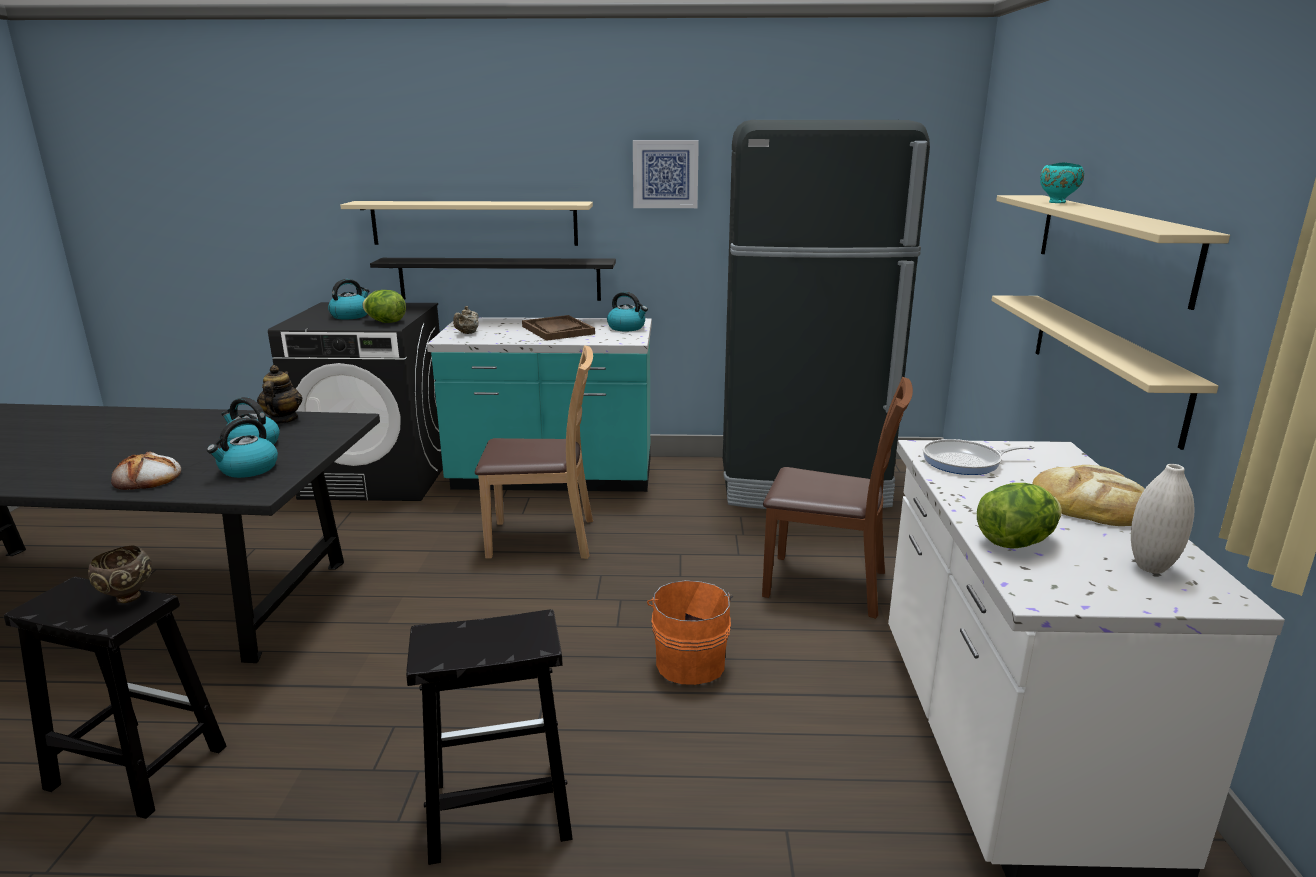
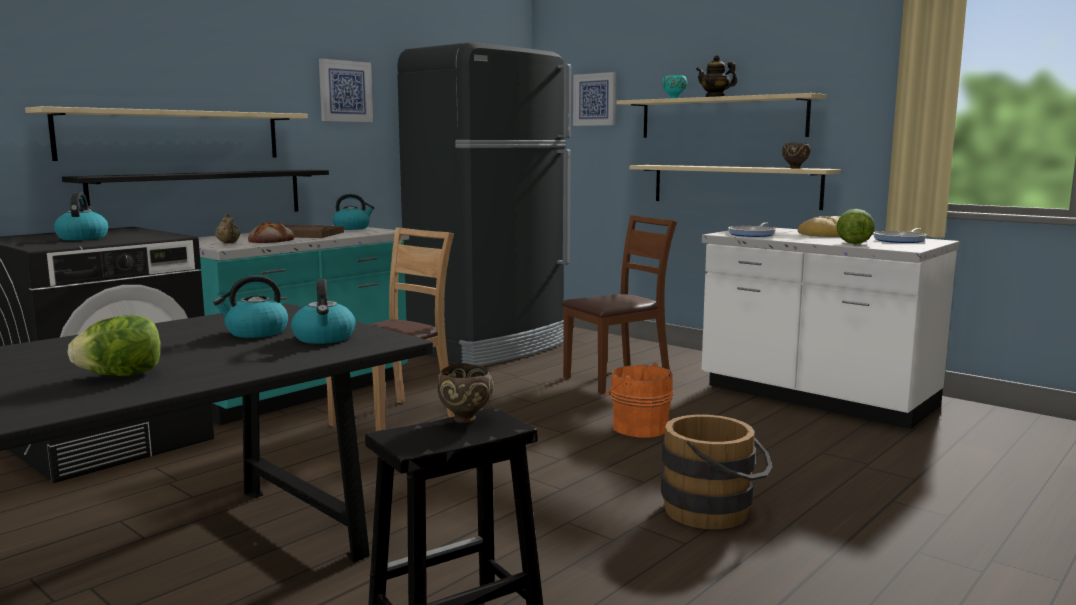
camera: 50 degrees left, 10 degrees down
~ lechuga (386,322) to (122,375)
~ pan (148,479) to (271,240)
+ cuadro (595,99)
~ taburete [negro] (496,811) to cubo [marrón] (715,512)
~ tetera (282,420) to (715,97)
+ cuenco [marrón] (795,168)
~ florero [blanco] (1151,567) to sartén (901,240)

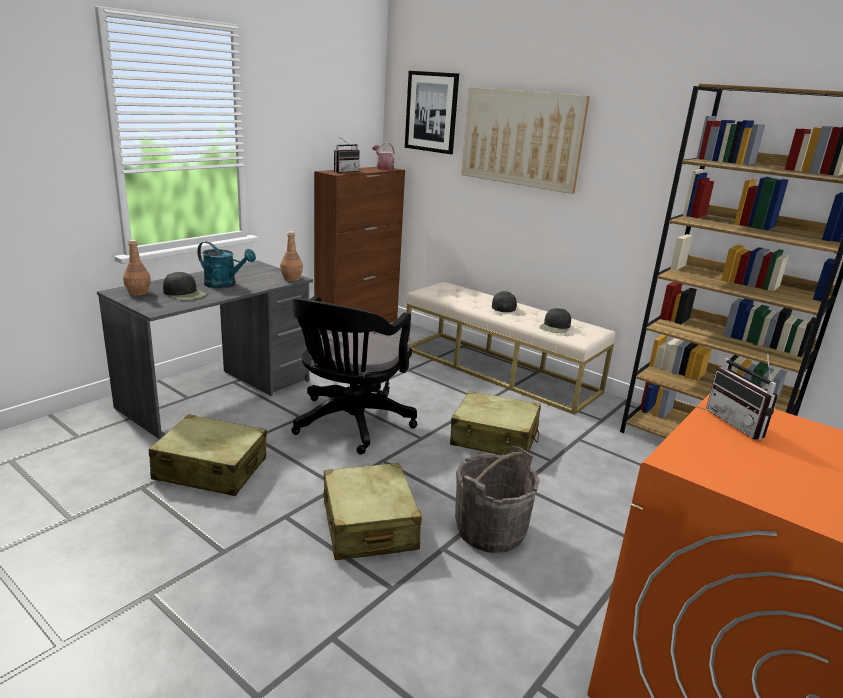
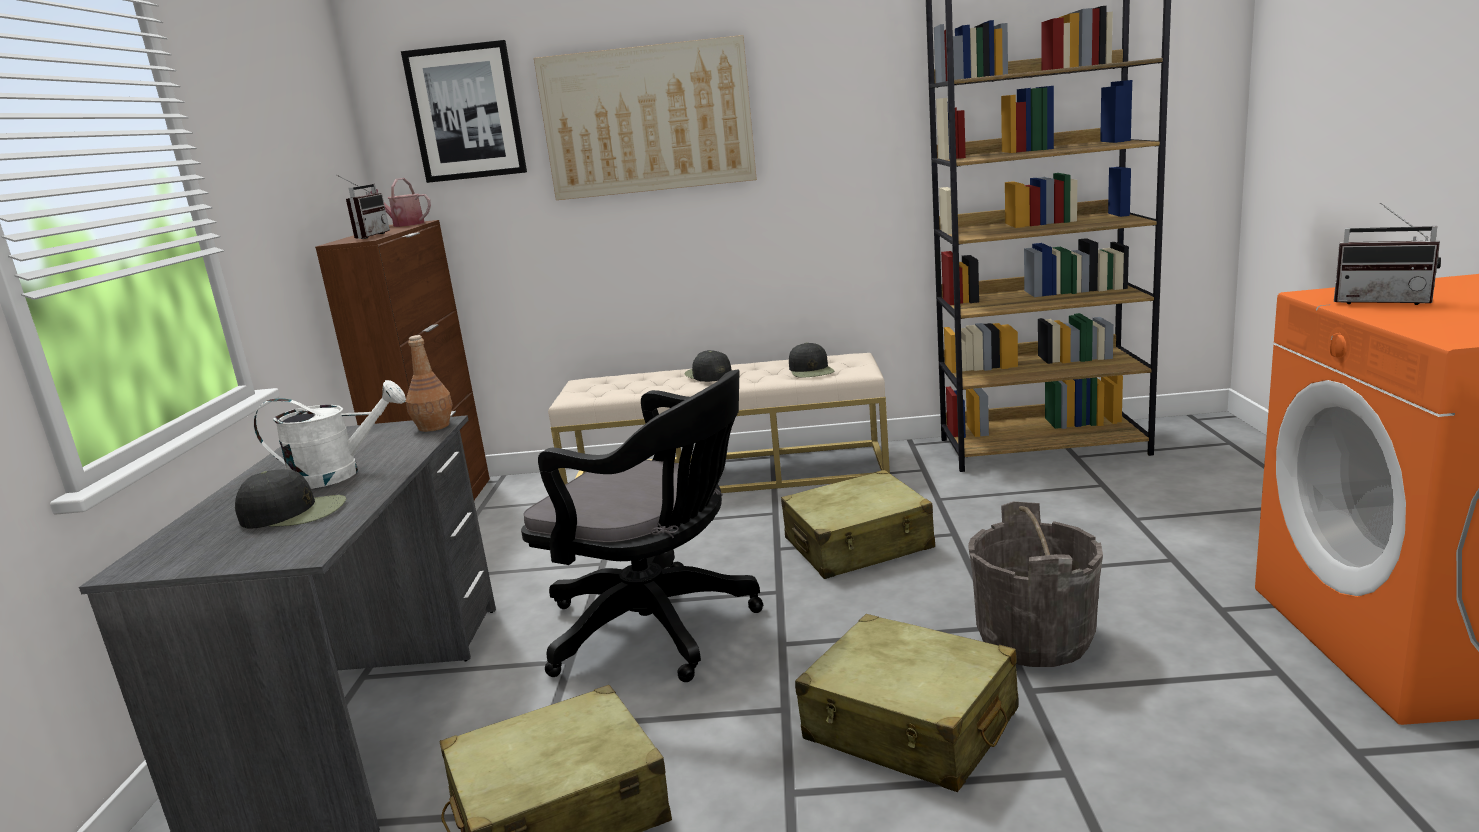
camera: 35 degrees left, 5 degrees down
~ regadera [turquesa] (225,285) to regadera [blanco] (338,474)
~ silla de oficina [negro] (350,425) = (660,629) 45 degrees counterclockwise
- botella [marrón] (138,292)

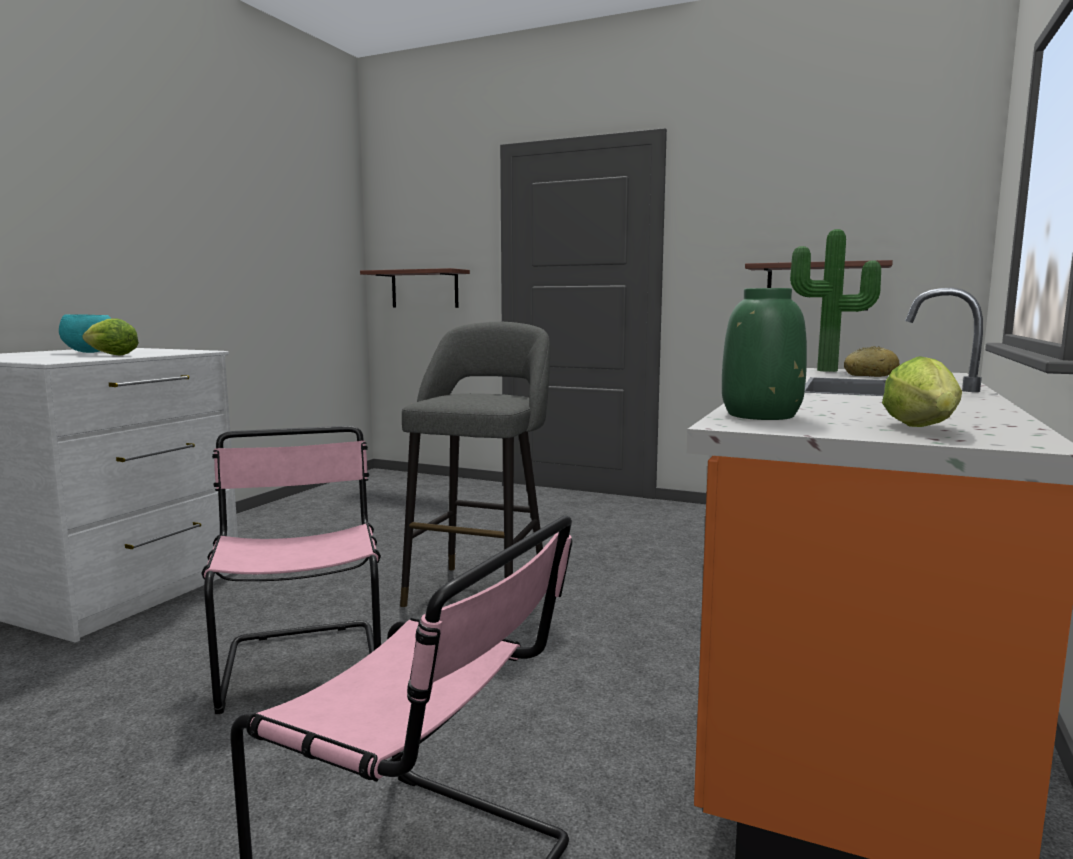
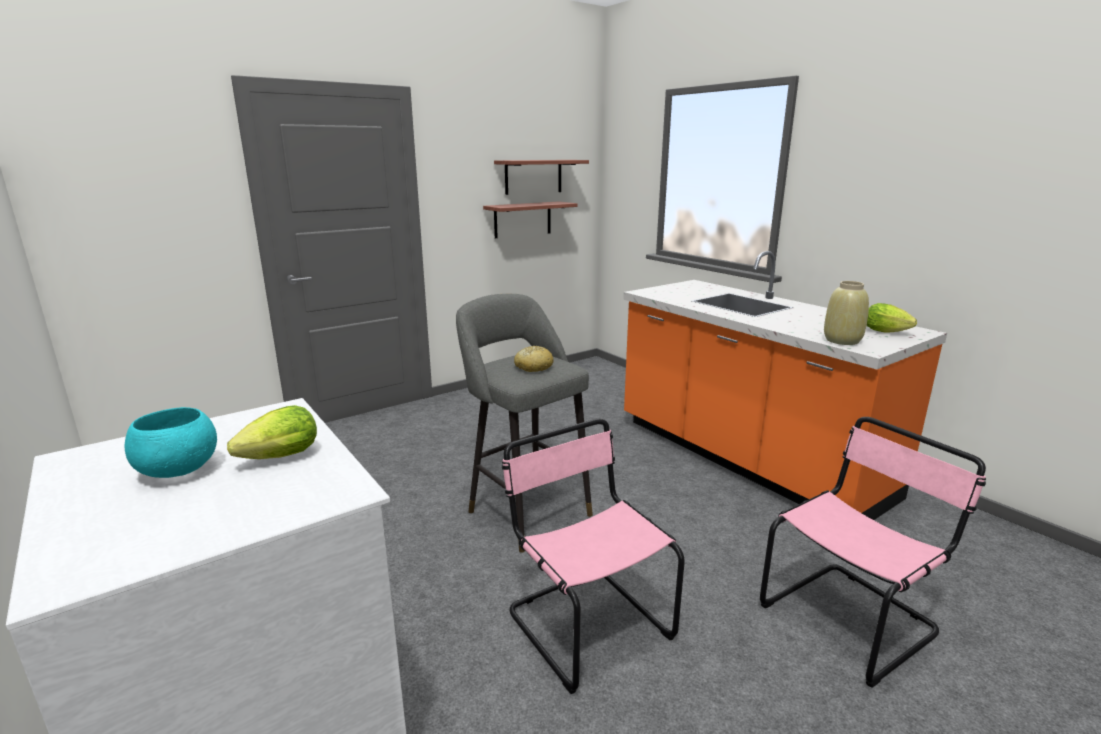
camera: 60 degrees left, 10 degrees up
~ estante (424,289) to (533,176)
~ silla [rosa] (302,662) = (585,621) 45 degrees clockwise
~ pan (869,375) to (533,367)
~ florero [verde] (759,415) to florero [beis] (841,341)
- planta en maceta (829,371)

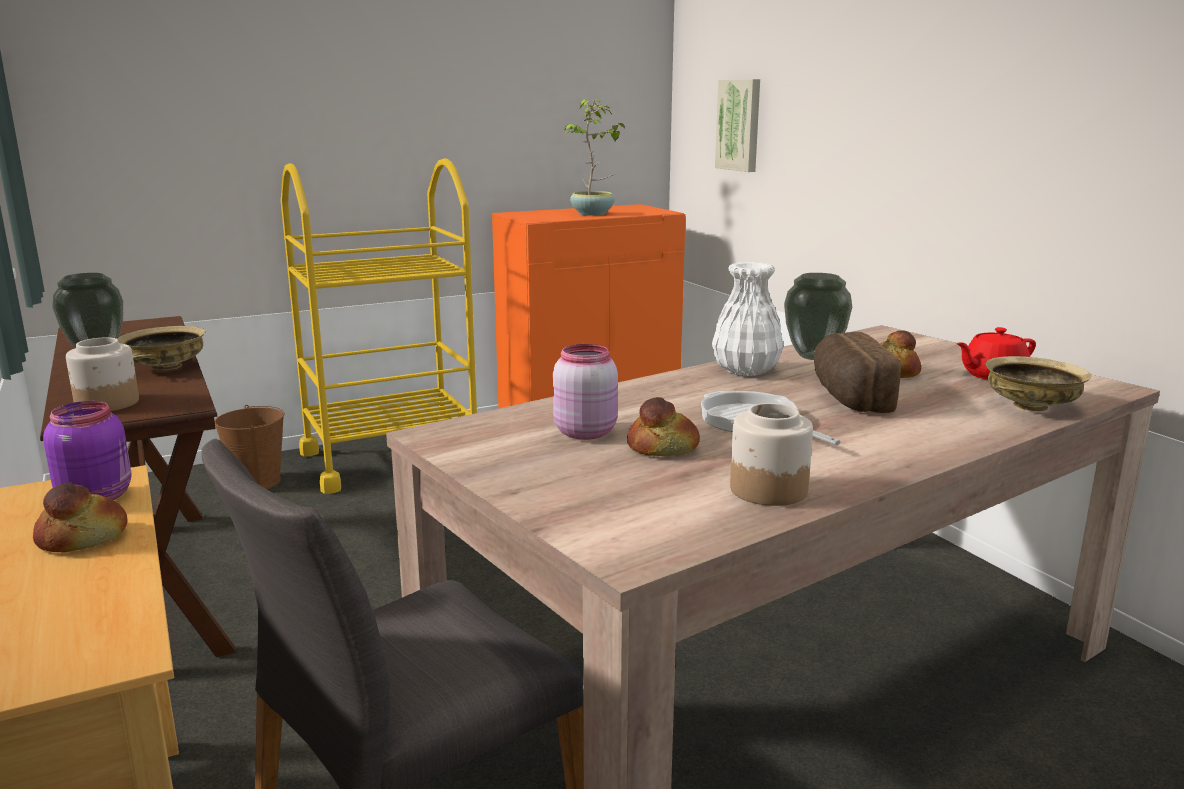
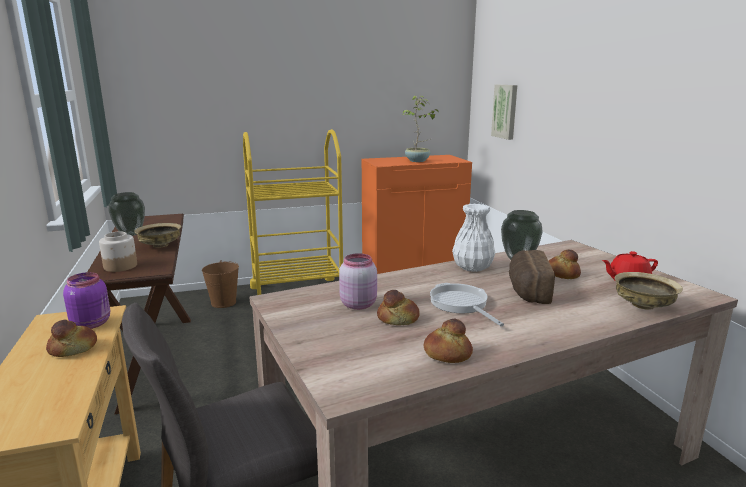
camera: 10 degrees right, 0 degrees up
~ tarro (767,490) to pan (447,354)

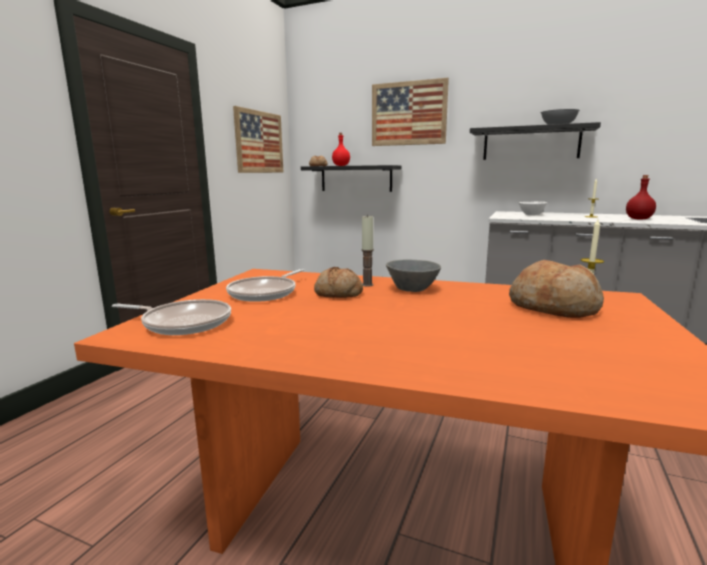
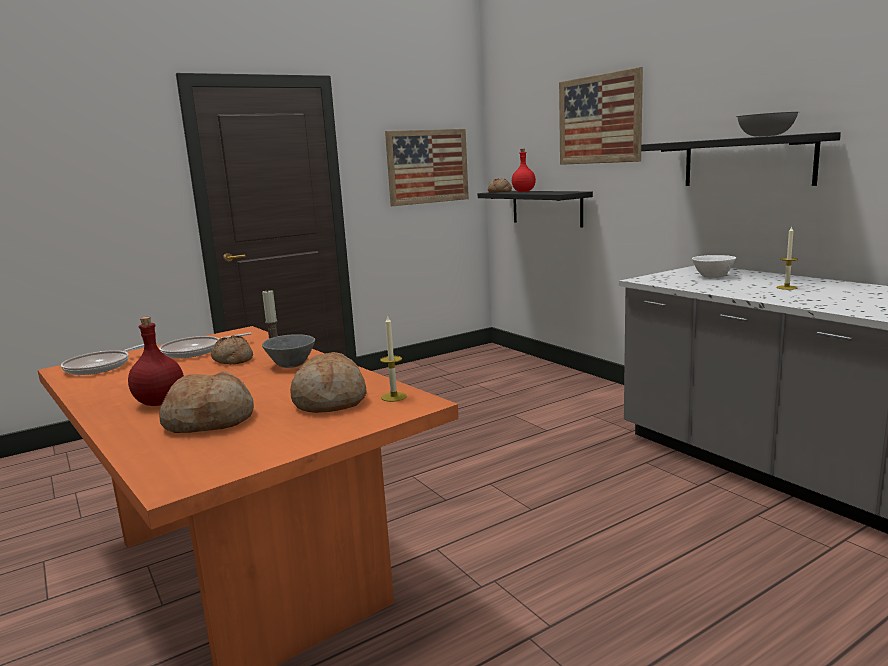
camera: 35 degrees right, 0 degrees up
~ sartén (183,323) = (101,366) 75 degrees clockwise
~ botella [rojo] (638,219) to (160,402)
+ pan (210,420)

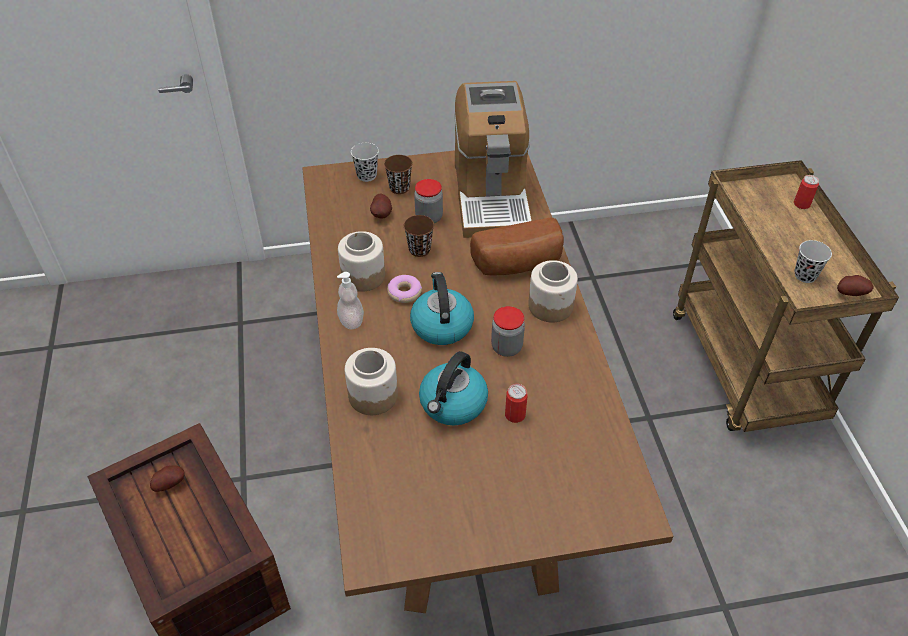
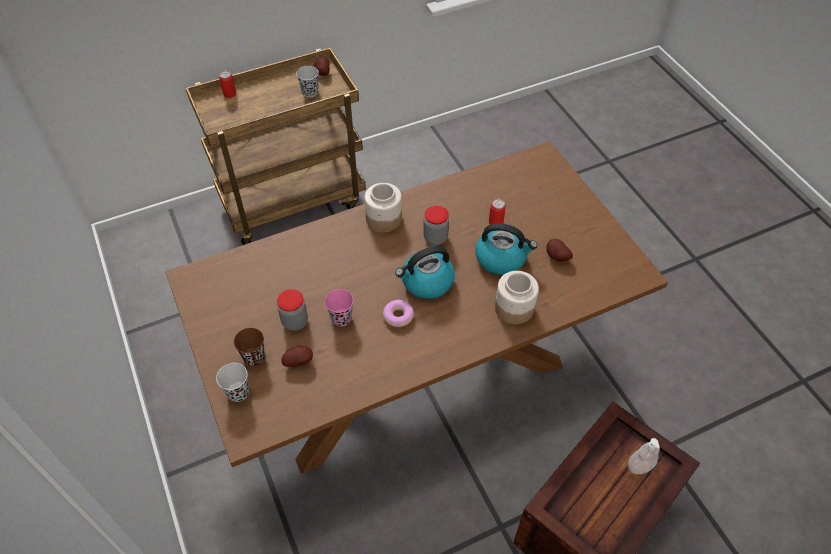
camera: 105 degrees left, 5 degrees up
~ taza [marrón] (419,250) to taza [rosa] (341,318)
~ patata (170,483) to (556,257)
~ dispensador de jabón (351,321) to (640,465)
- tarro (363,276)
- cafetera (491,195)
- pan (519,264)

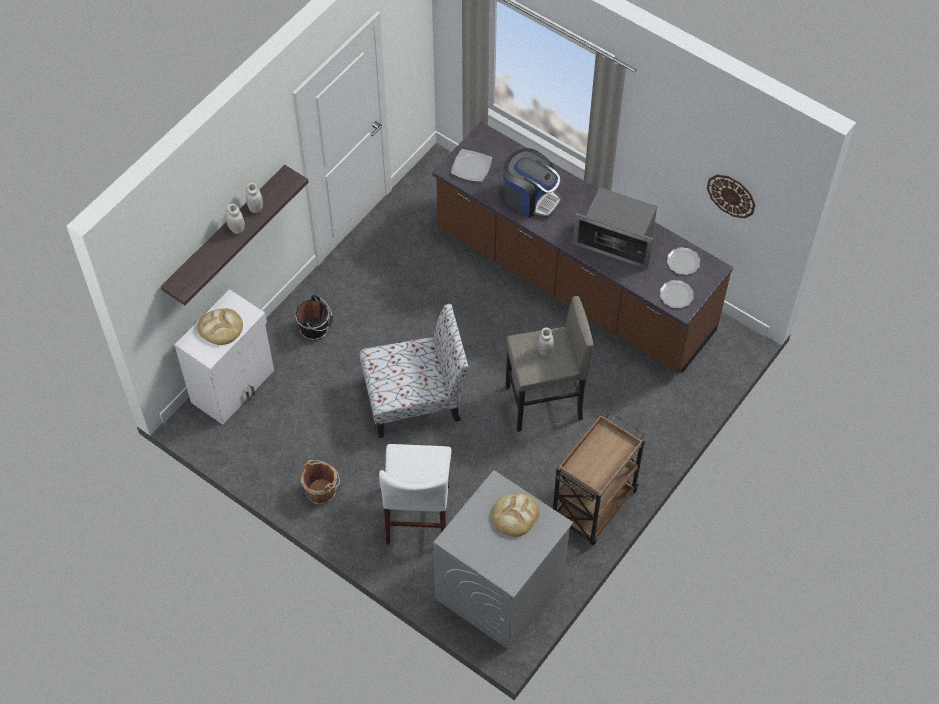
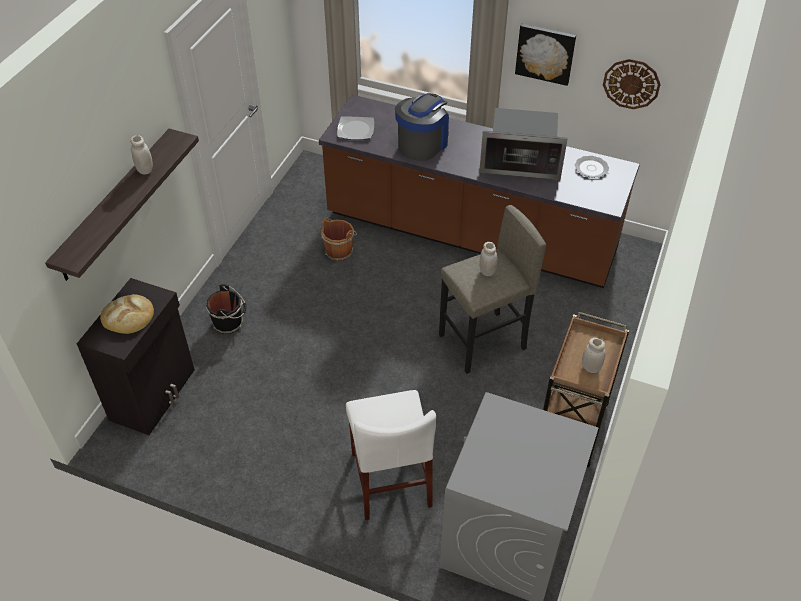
camera: 15 degrees left, 10 degrees down
~ armario [blanco] (234,386) to armario [negro] (154,394)
~ cubo [marrón] (322,491) to (339,250)
~ cafetera (530,198) = (422,144) 75 degrees counterclockwise
+ cuadro (545,53)
~ tarro [blanco] (237,229) to (590,367)
- silla (415,399)
- pan (515,515)
- plato (677,295)

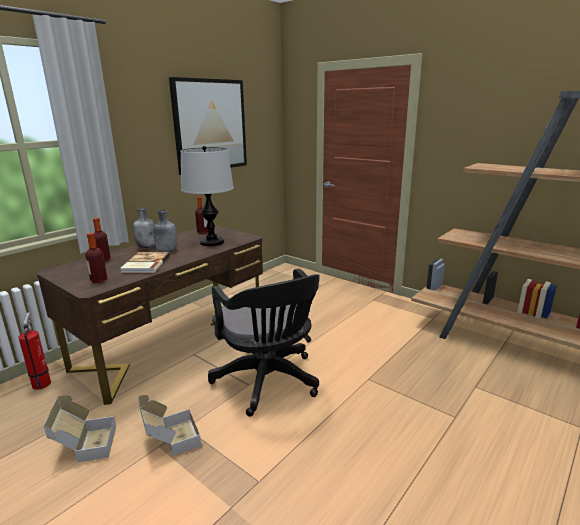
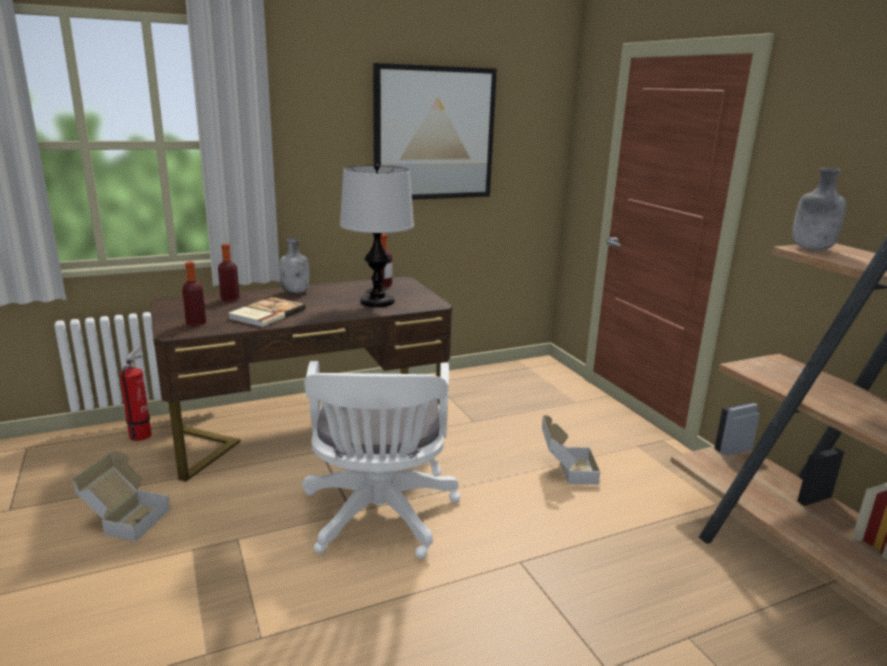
camera: 25 degrees right, 0 degrees up
~ silla de oficina [negro] (268,382) to silla de oficina [blanco] (379,518)
~ caja de cartón (170,440) to (565,471)
~ botella [gris] (166,251) to (811,249)

